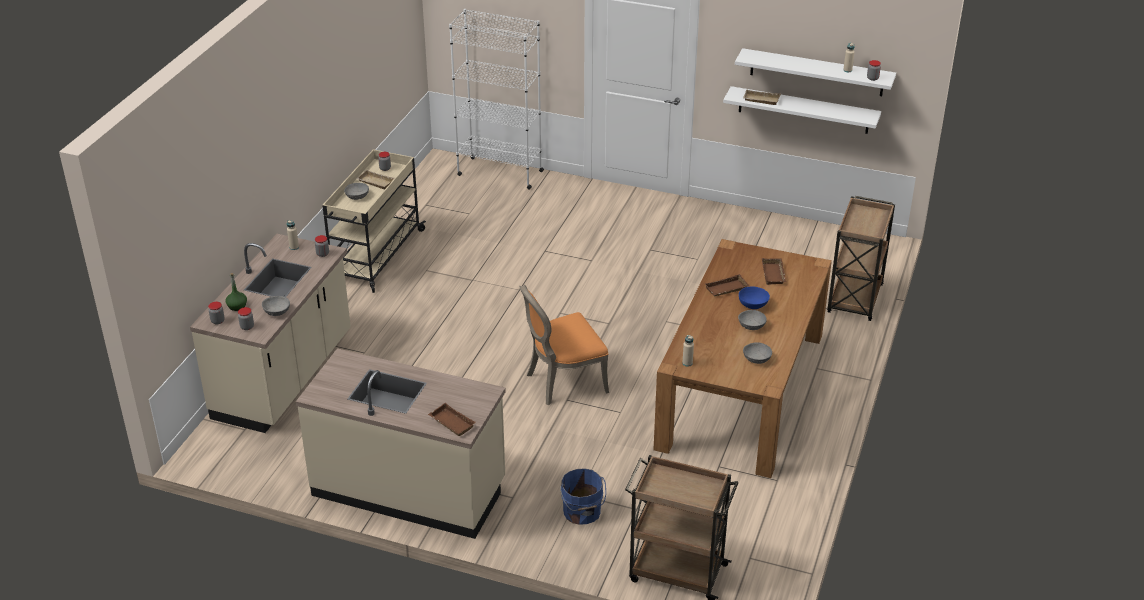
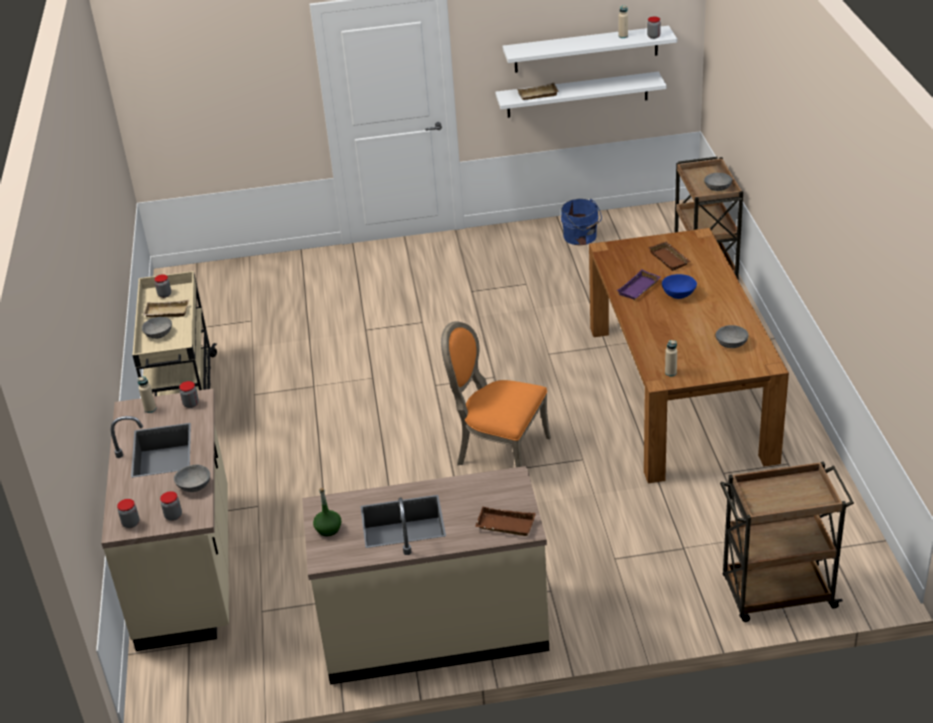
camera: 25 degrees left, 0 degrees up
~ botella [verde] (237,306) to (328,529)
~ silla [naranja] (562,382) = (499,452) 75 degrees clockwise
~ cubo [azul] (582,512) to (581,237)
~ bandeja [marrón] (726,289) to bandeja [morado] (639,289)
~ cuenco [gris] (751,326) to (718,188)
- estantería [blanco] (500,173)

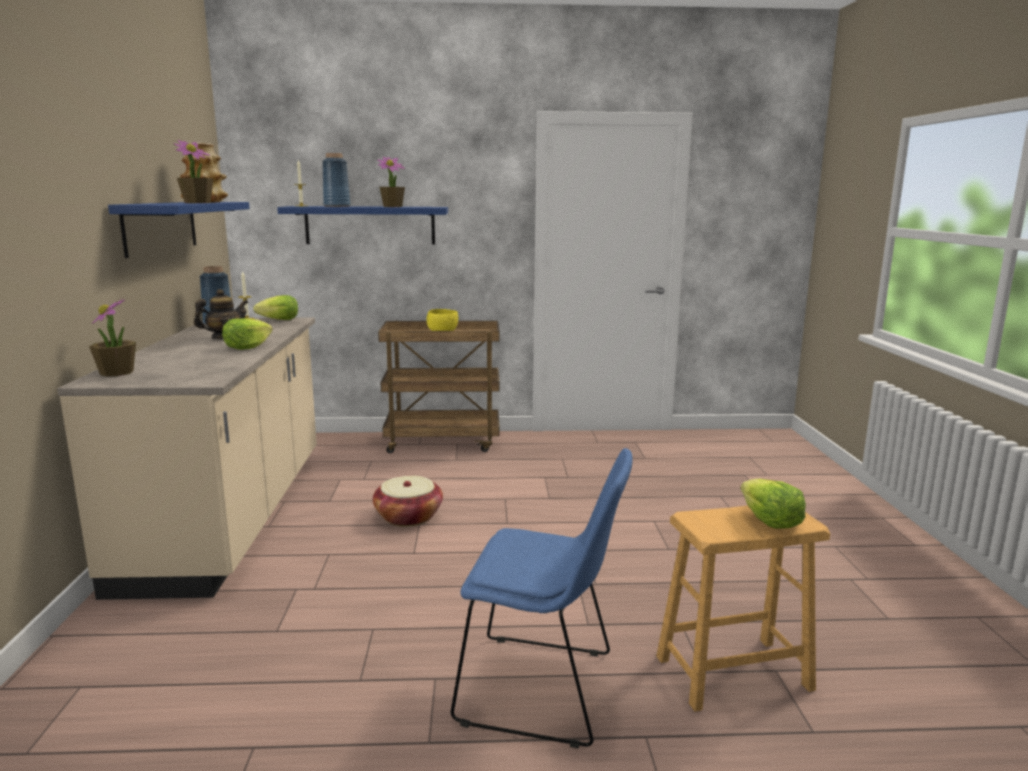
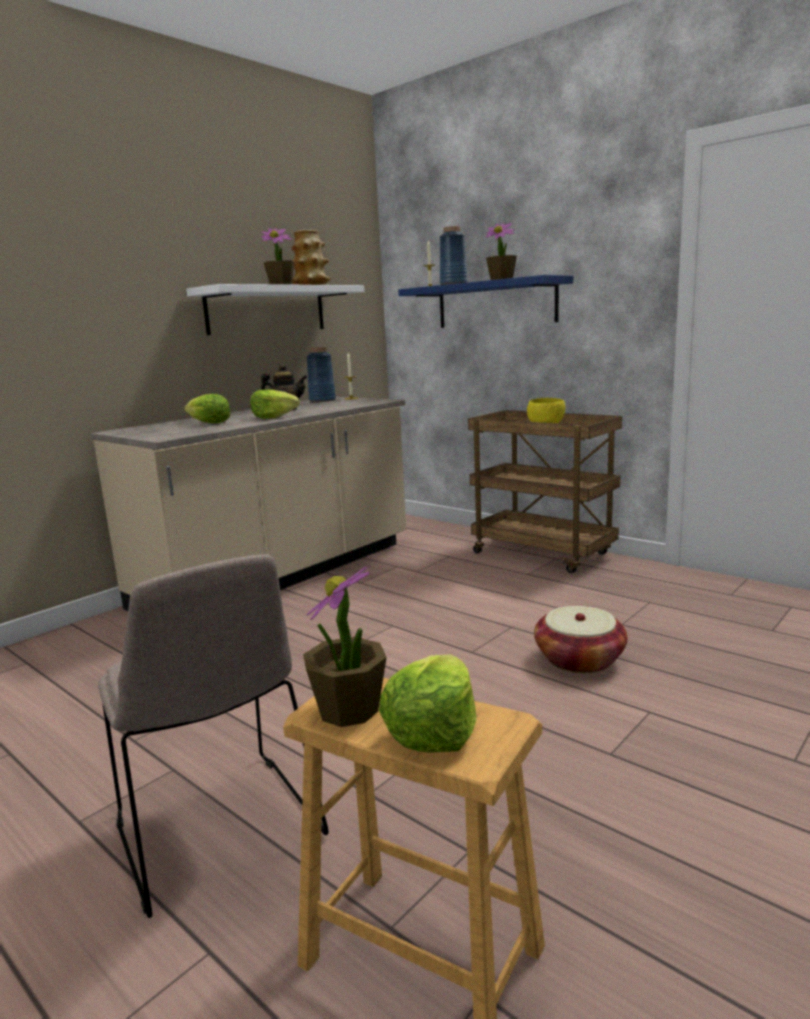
camera: 45 degrees right, 0 degrees up
~ silla [azul] (543,689) to silla [beis] (220,833)
~ lechuga (279,320) to (209,423)
~ estante [azul] (160,227) to estante [blanco] (267,310)
~ planta en maceta (117,373) to (349,710)
~ cesta (408,517) to (579,660)

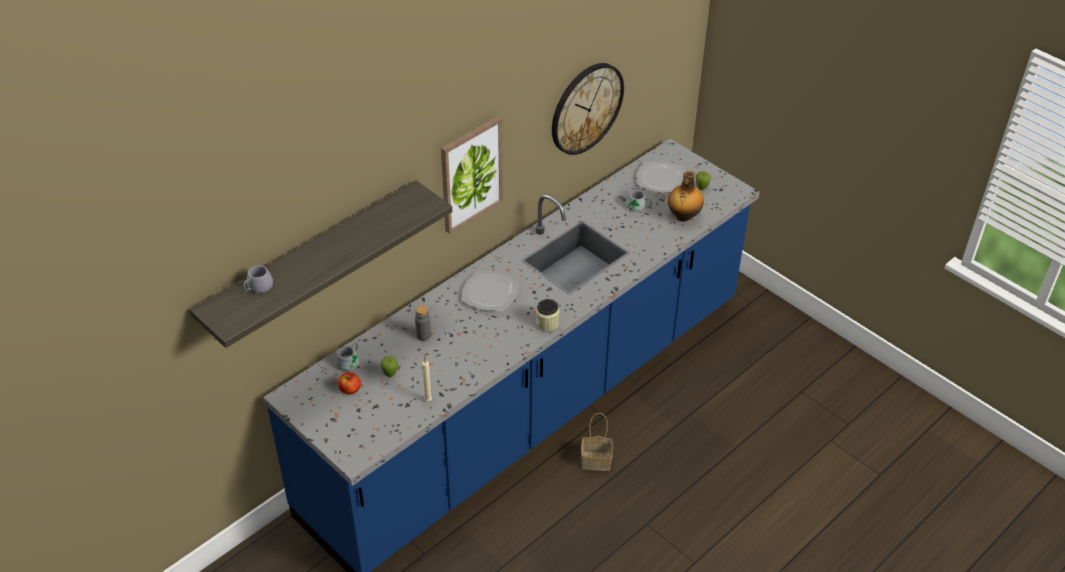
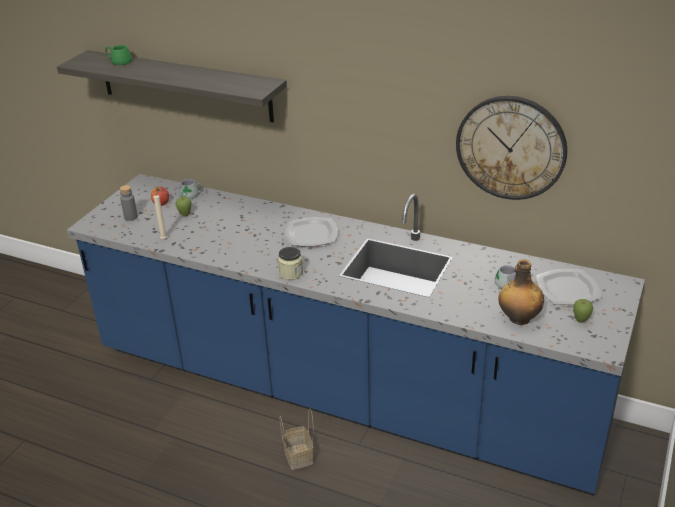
camera: 70 degrees right, 10 degrees down
~ taza grande [gris] (255,286) to taza grande [verde] (120,60)
~ botella [gris] (423,335) to (131,217)
- cuadro (471,174)

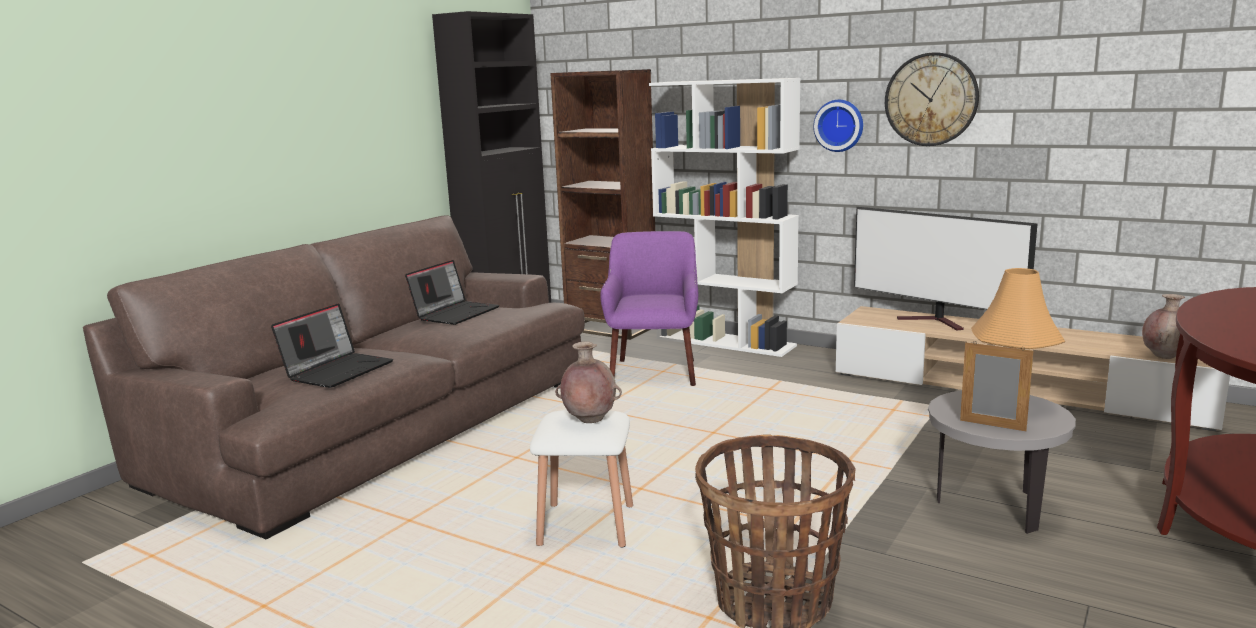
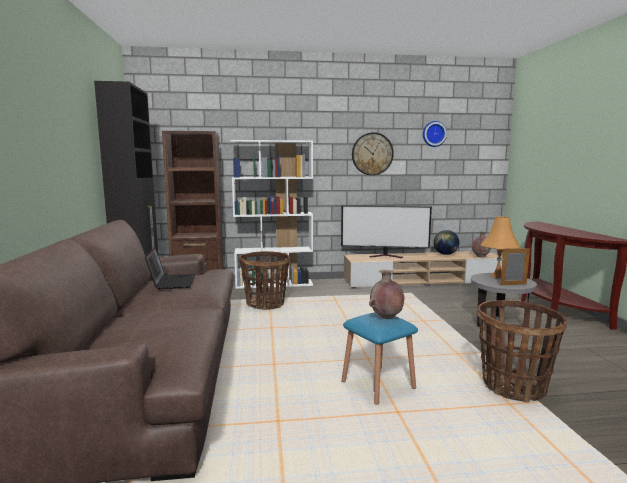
camera: 40 degrees left, 5 degrees down
~ sillón [morado] (654,372) to cesta (265,304)
~ taburete [blanco] (586,525) to taburete [azul] (378,385)
~ reloj de pared (839,125) to (433,134)
+ globo terráqueo (445,254)
- portátil (338,370)

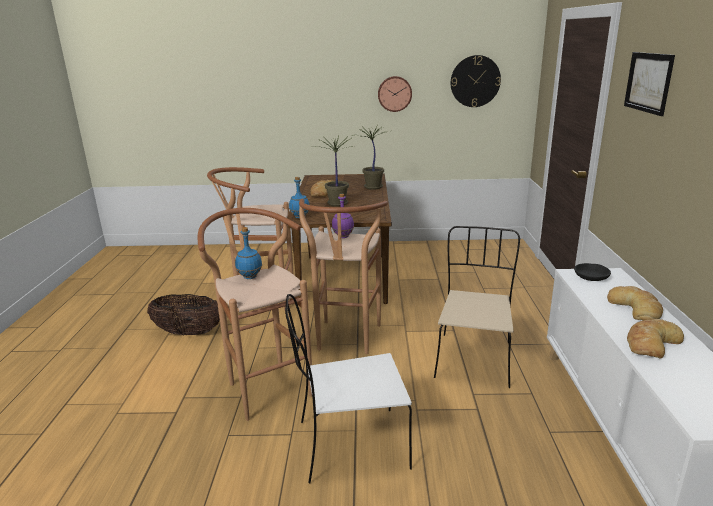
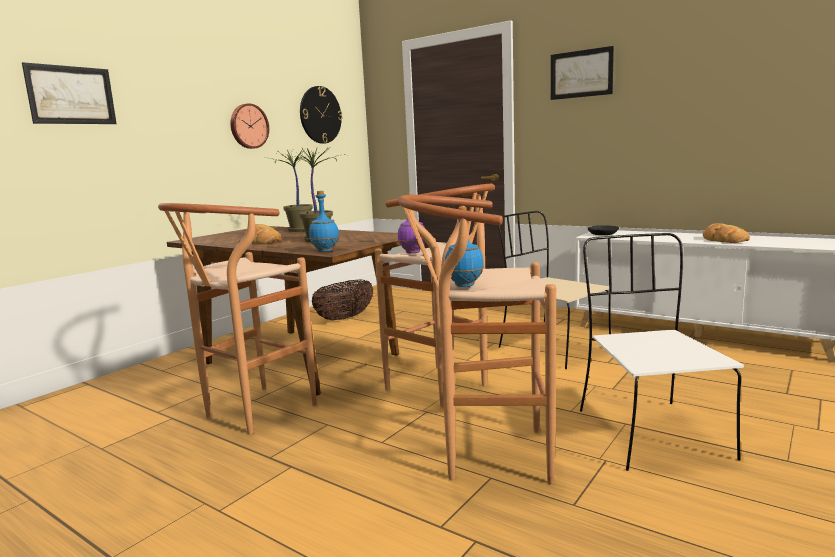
camera: 55 degrees left, 10 degrees down
+ cuadro (71,95)
~ cesta (188,333) to (345,318)
~ silla [blanco] (349,445) = (649,432) 150 degrees clockwise
- pan (635,308)

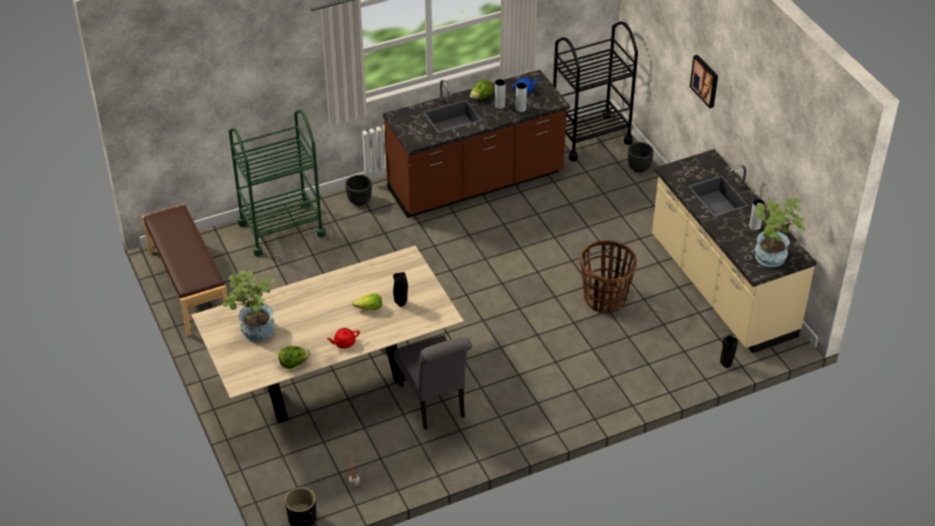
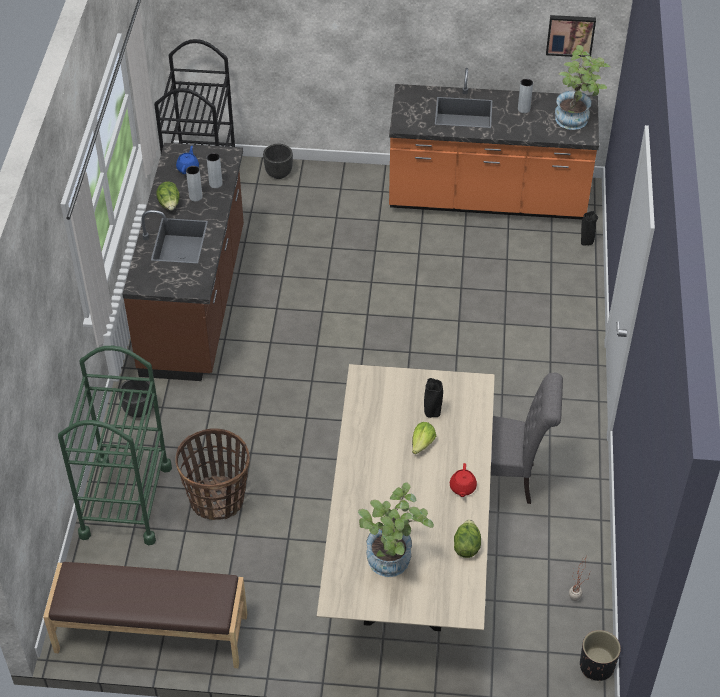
camera: 60 degrees left, 5 degrees up
~ cesta (605,299) to (217,499)
~ mueble bajo de cocina [beis] (721,288) to mueble bajo de cocina [naranja] (487,198)
~ cuadro (705,80) to (570,34)

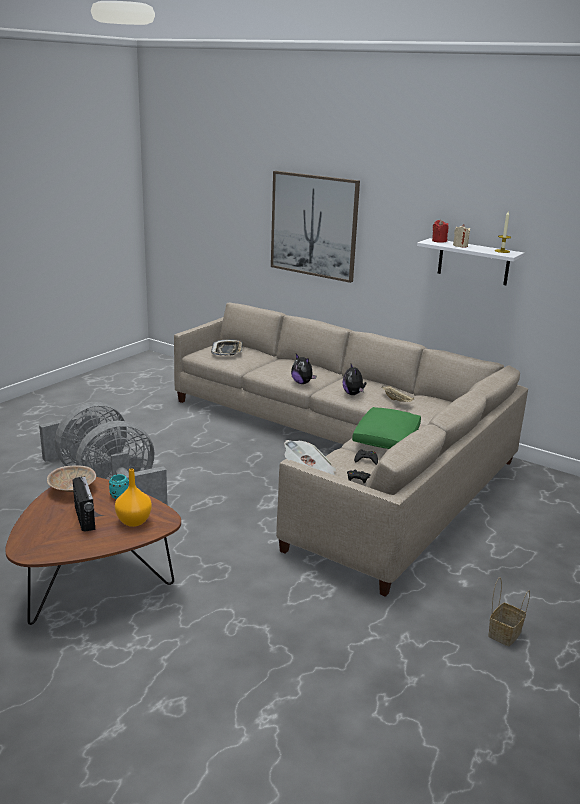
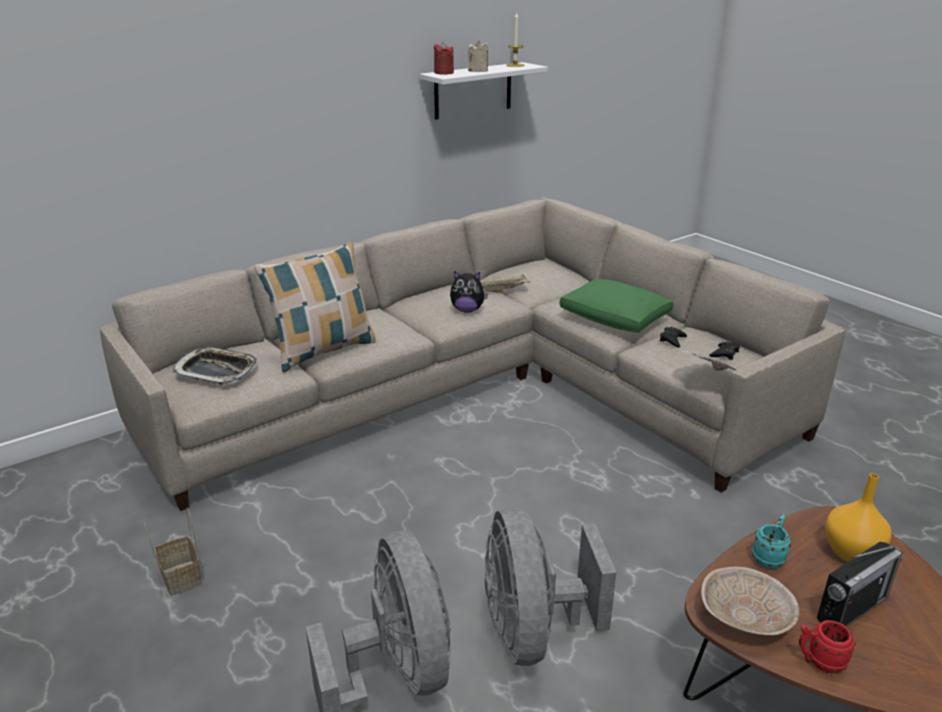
camera: 70 degrees left, 5 degrees up
~ cesta (504,633) to (180,577)
+ cojín (323,350)
+ taza grande [rojo] (819,661)
~ radio (85,518) = (852,608) 150 degrees clockwise
- cuadro (314,225)
- peluche (302,383)

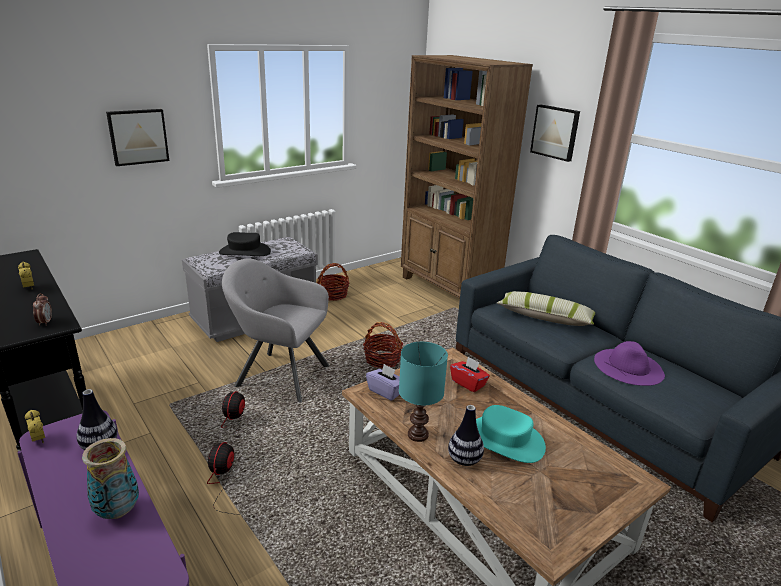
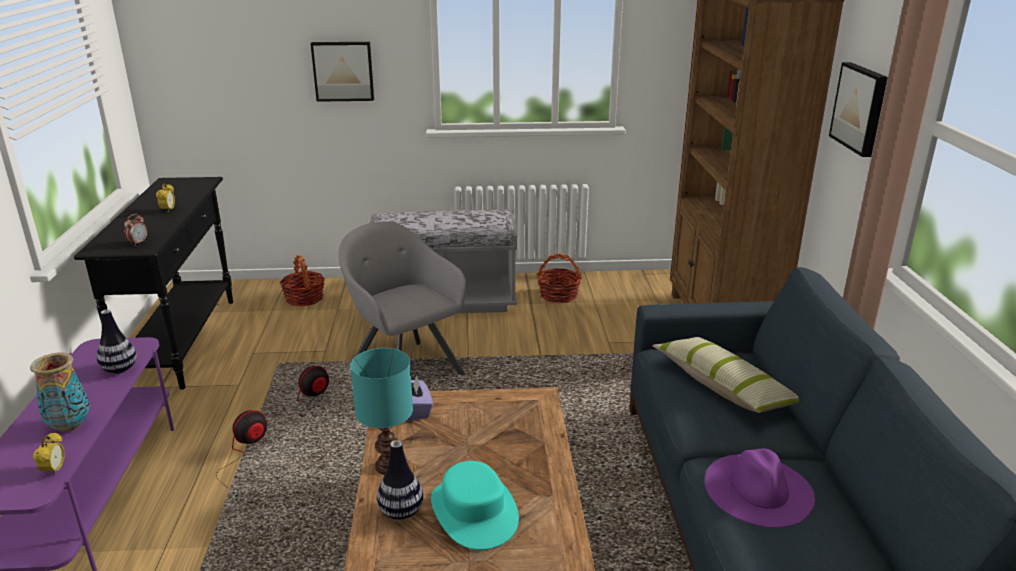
camera: 35 degrees right, 0 degrees up
~ despertador (39,440) to (54,470)
~ cesta (382,360) to (304,298)
- sombrero [negro] (245,252)
- caja de pañuelos [rojo] (468,383)

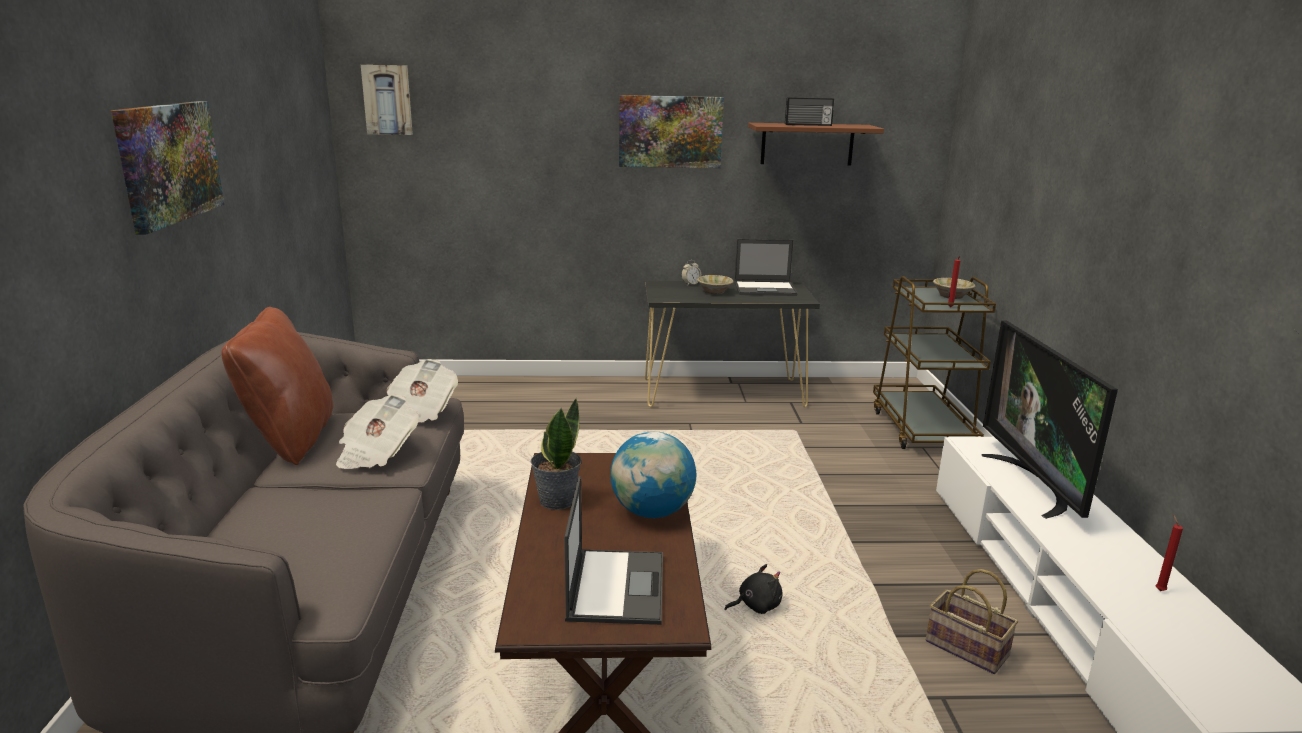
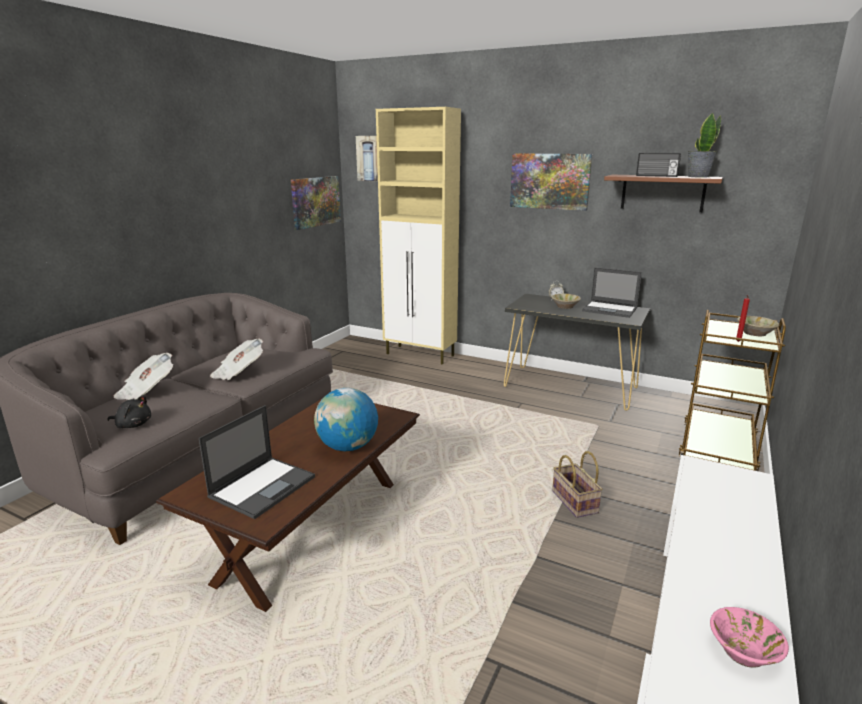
camera: 30 degrees right, 0 degrees up
~ peluche [negro] (756,605) to (133,425)
~ periódico (420,411) to (146,391)
~ cuadro (169,163) to (315,201)
+ armario [beis] (420,355)
~ cesta (964,648) to (573,501)
~ planta en maceta (556,500) to (698,177)
~ vela [rojo] (1159,590) to cuenco [rosa] (743,651)
- cojín [marrón] (290,440)
- televisor (1034,484)

